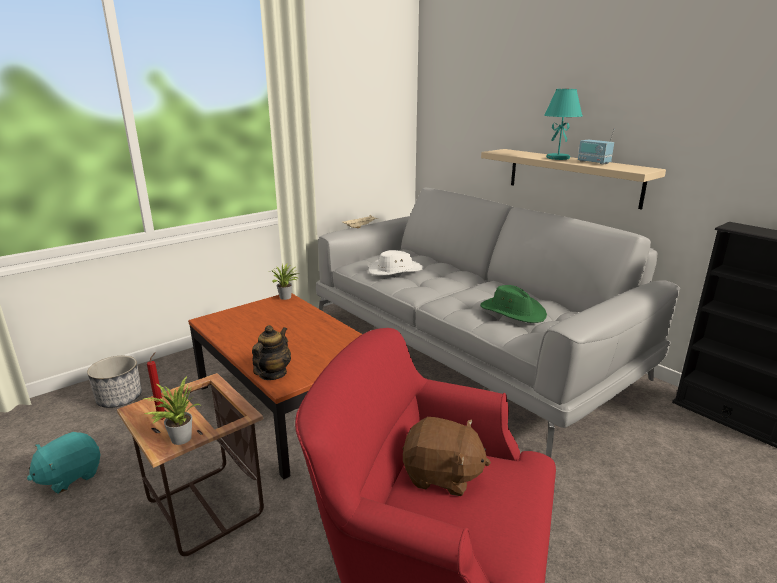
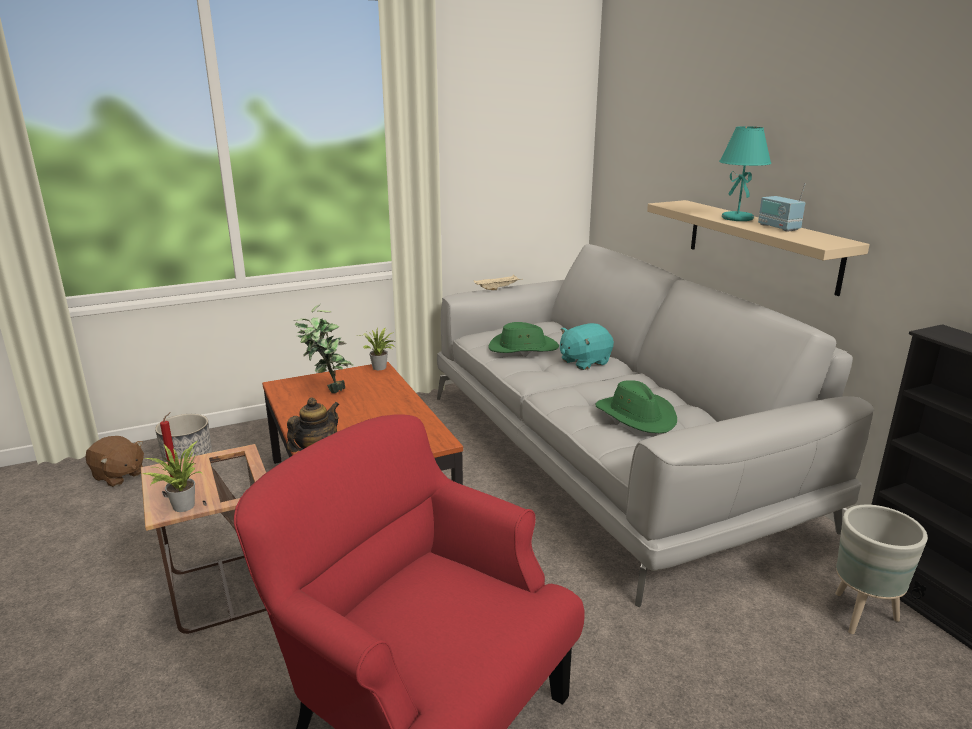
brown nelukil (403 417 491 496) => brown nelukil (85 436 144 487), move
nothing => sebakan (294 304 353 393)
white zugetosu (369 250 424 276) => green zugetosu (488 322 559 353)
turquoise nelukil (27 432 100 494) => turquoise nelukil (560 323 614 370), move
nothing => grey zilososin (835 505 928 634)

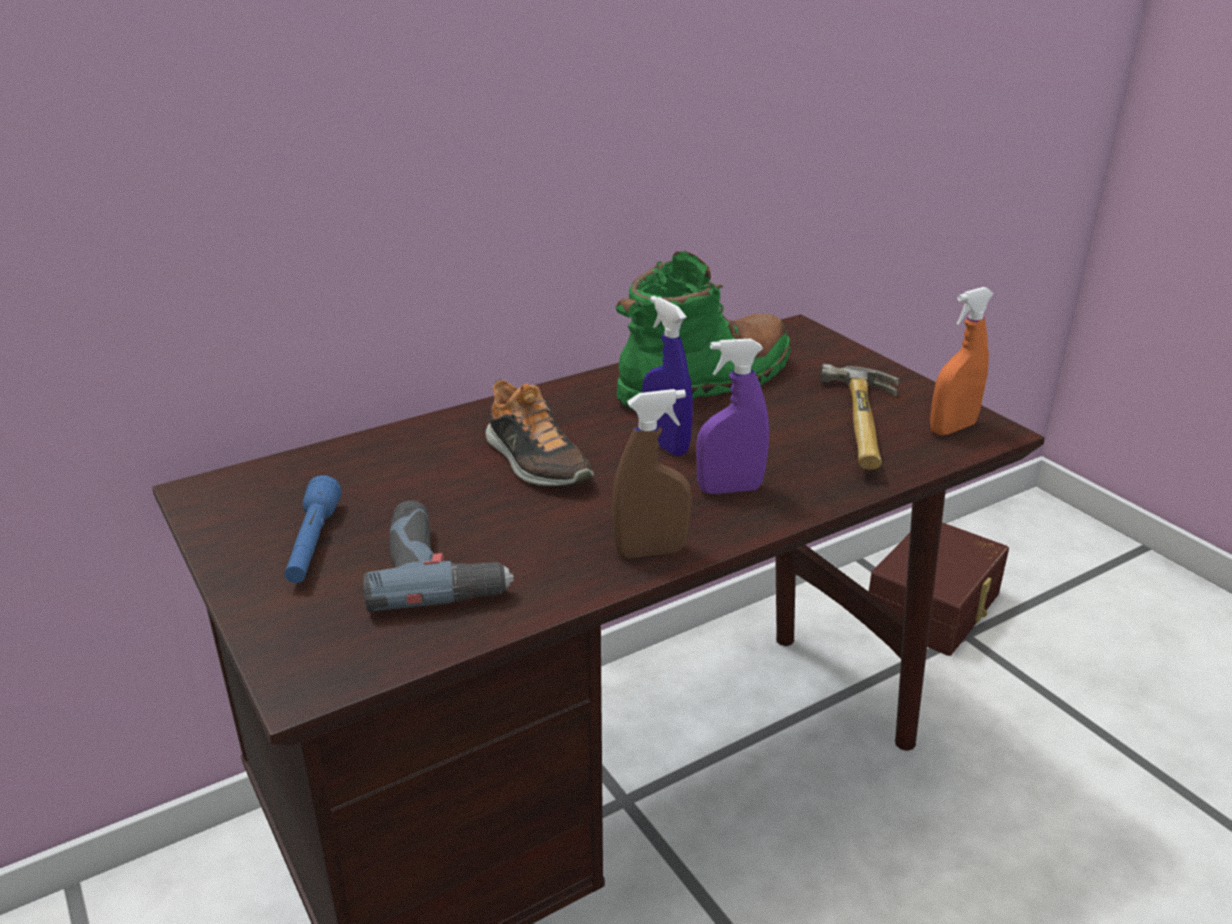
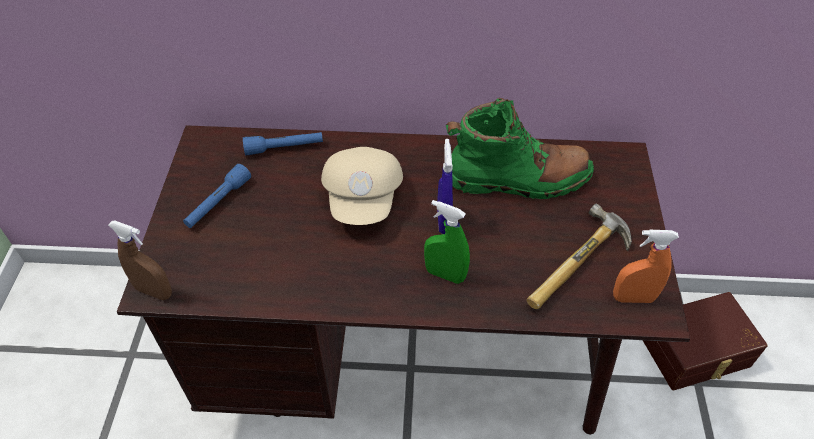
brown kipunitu (612 389 692 559) => brown kipunitu (108 221 172 300), move
nothing => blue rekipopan (243 132 323 155)
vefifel (485 379 594 486) => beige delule (321 147 403 225)
purple kipunitu (696 339 769 494) => green kipunitu (424 200 470 284)
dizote (363 501 514 612) => nothing

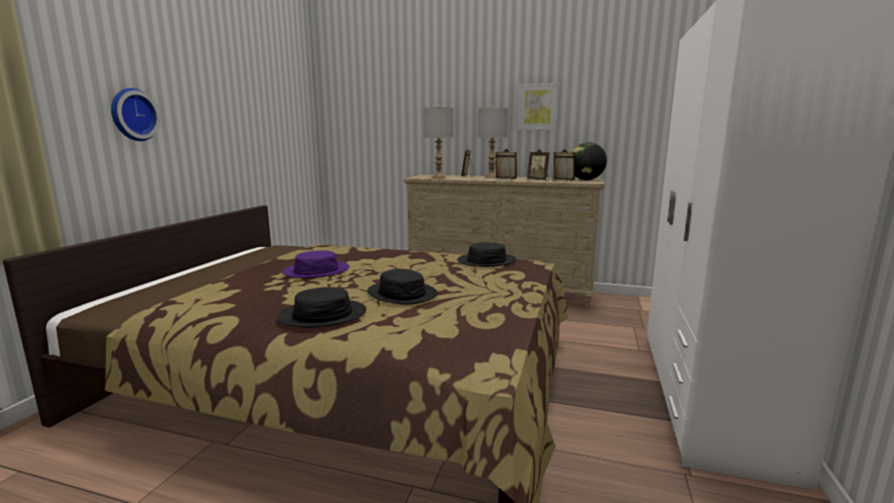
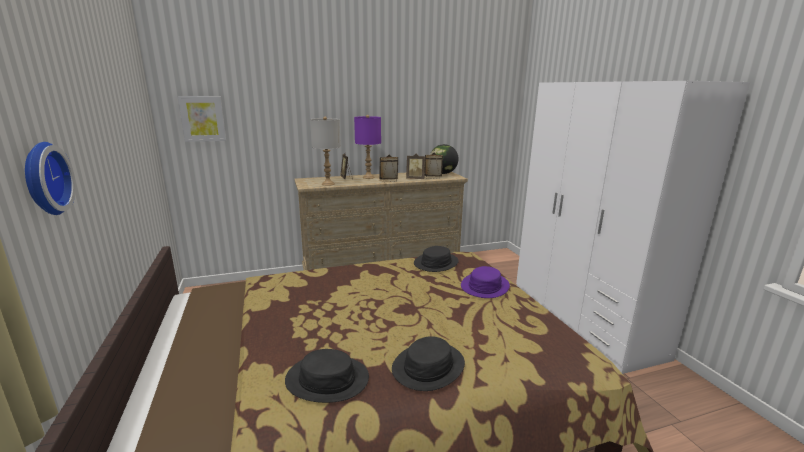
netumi (517 83 559 130) => netumi (178 96 226 142), move
black zugetosu (367 269 438 305) => black zugetosu (285 349 369 403), move
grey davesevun (478 106 508 178) => purple davesevun (354 115 381 179)
purple zugetosu (282 250 350 278) => purple zugetosu (461 266 510 298), move

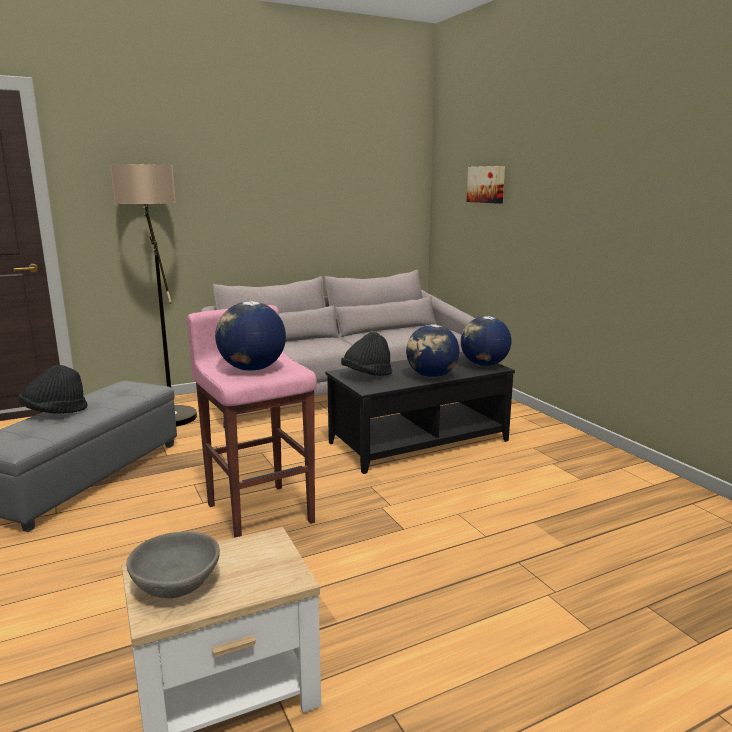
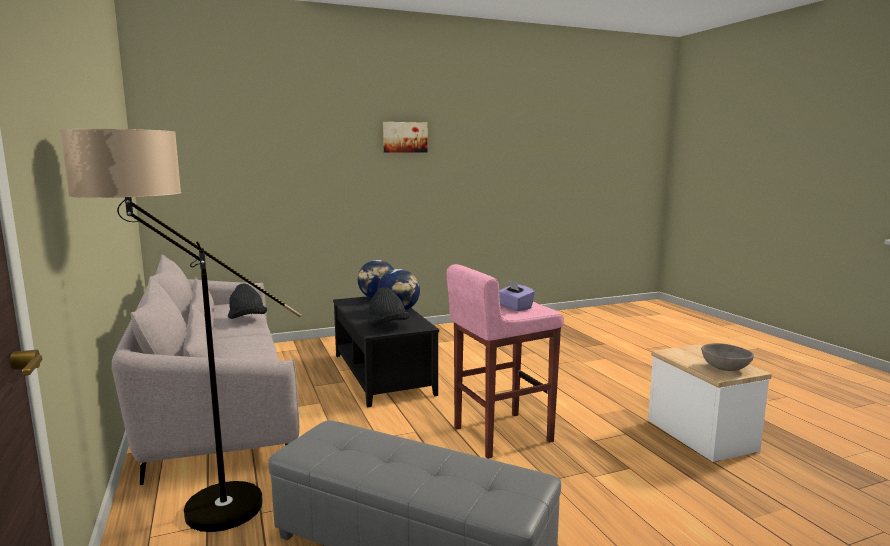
black zugetosu (18 365 88 414) => black zugetosu (228 283 267 319), move
netumi (467 166 505 204) => netumi (383 122 428 153), move
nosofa (215 301 286 371) => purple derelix (499 279 535 311)

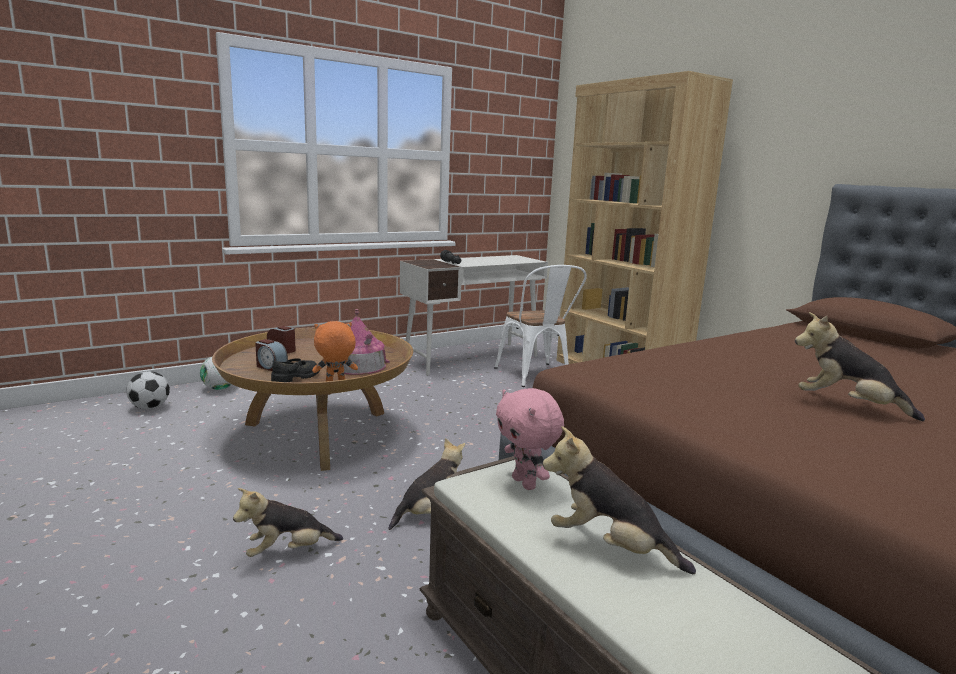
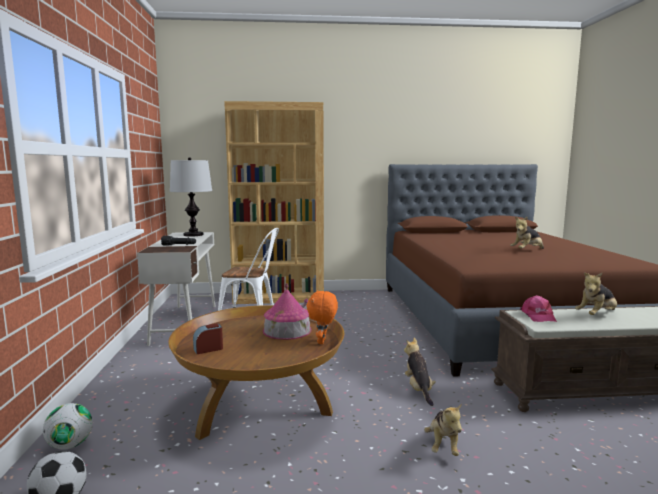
nothing => davesevun (170 157 212 237)
pink nelukil (496 388 564 490) => pink delule (520 295 557 322)
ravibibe (255 339 288 371) => nothing
black vefifel (271 358 320 382) => nothing

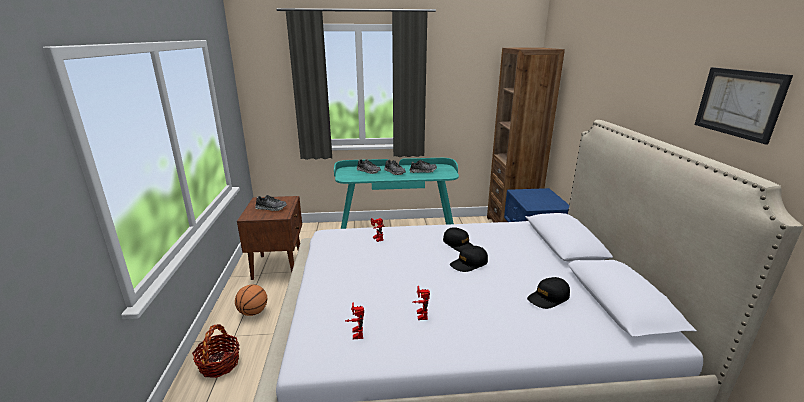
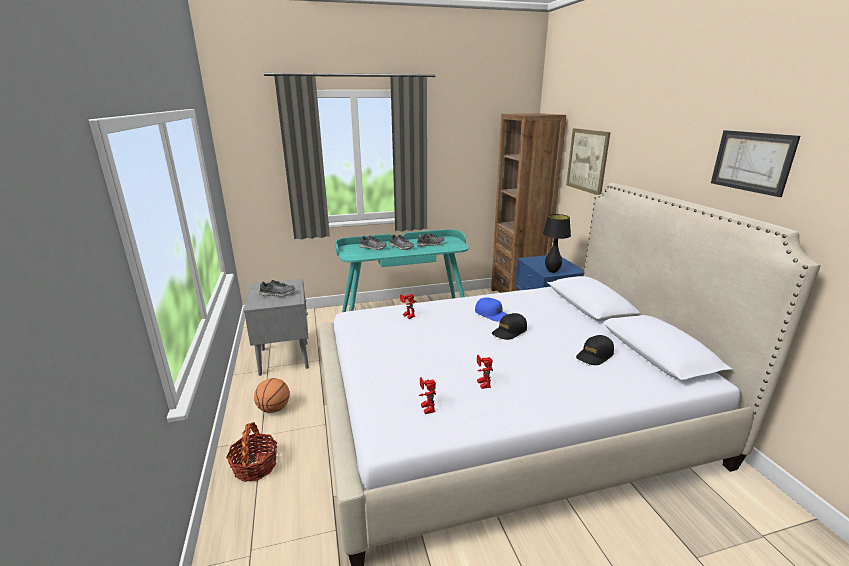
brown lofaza (237 196 302 280) => grey lofaza (244 279 309 376)
black delule (443 227 474 252) => blue delule (475 297 508 322)
nothing => black davesevun (543 214 571 273)
nothing => netumi (566 128 611 195)

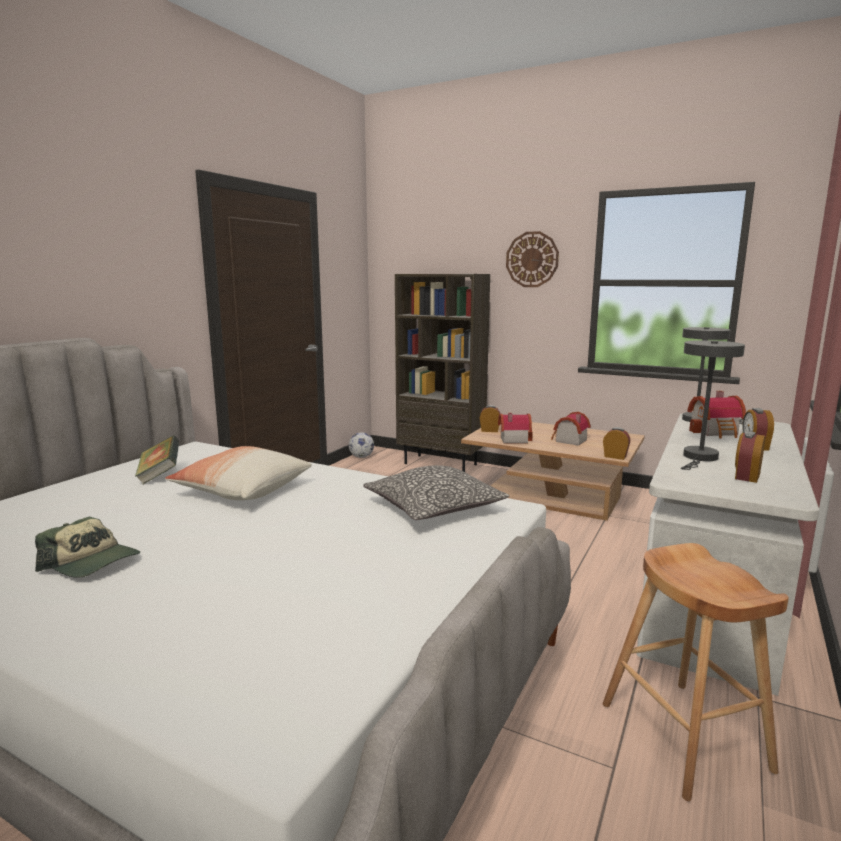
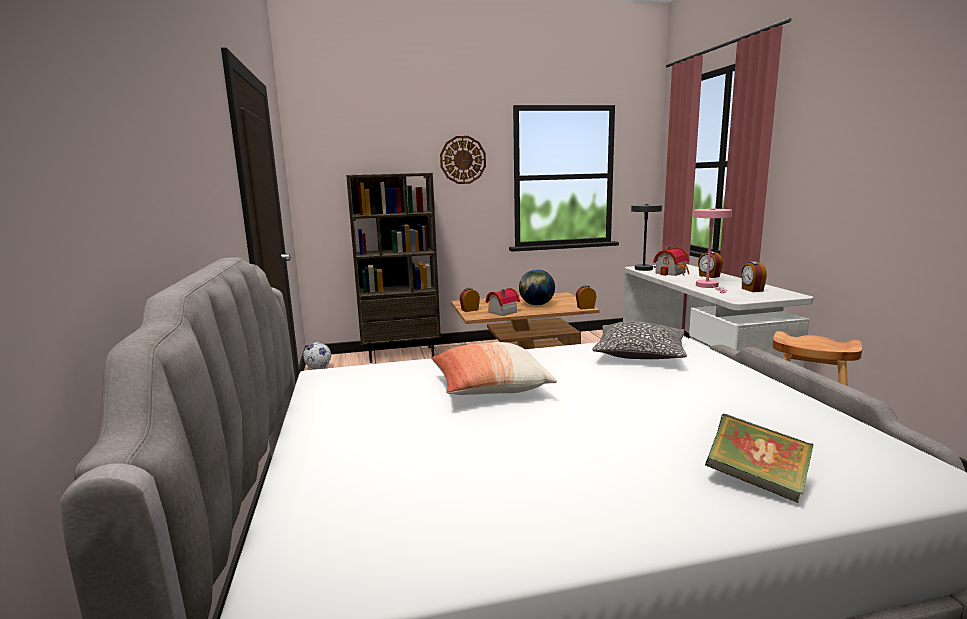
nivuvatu (551 412 591 446) => nosofa (519 270 555 305)
grey davesevun (681 340 745 470) => pink davesevun (693 208 732 293)
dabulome (135 436 179 484) => dabulome (705 414 814 503), move
delule (35 516 140 578) => nothing

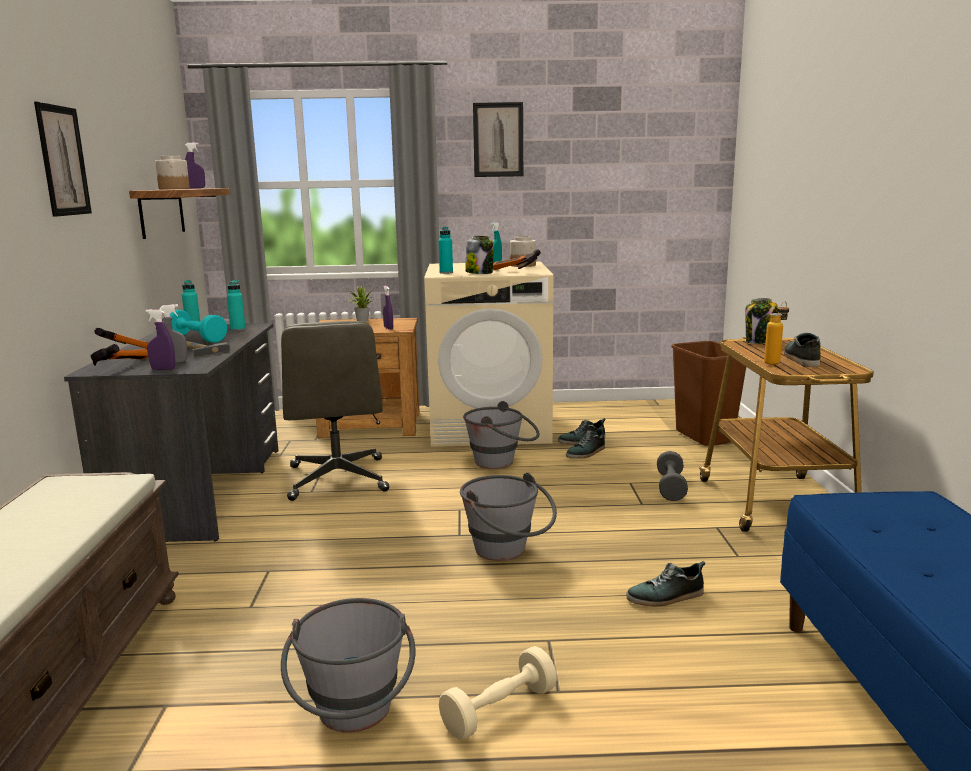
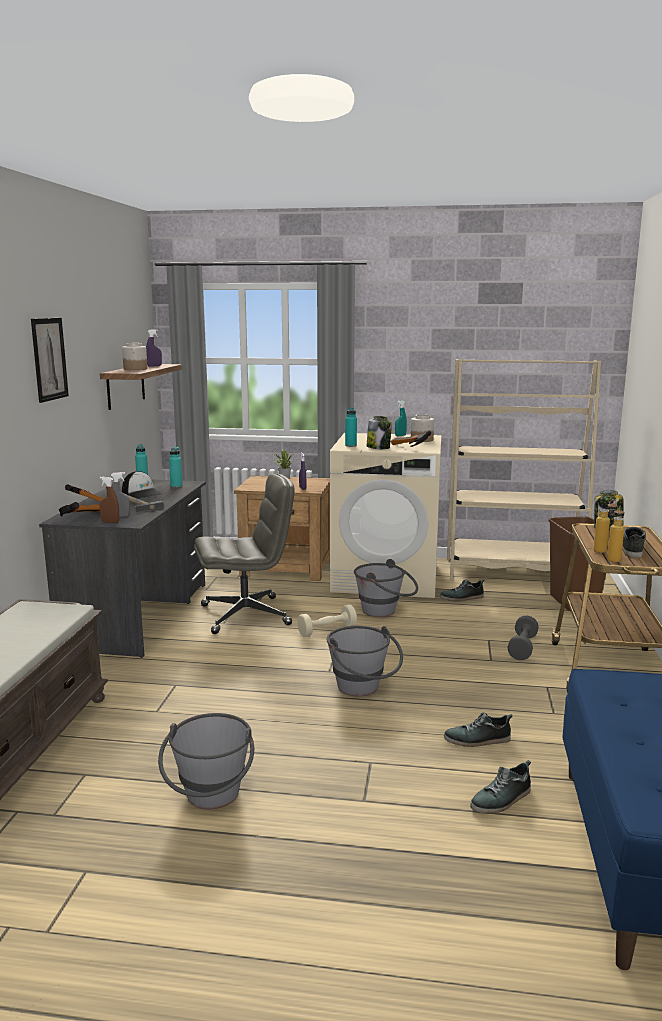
purple kipunitu (145 309 175 370) => brown kipunitu (100 477 119 523)
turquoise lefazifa (170 310 227 343) => delule (122 471 163 499)
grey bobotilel (281 321 389 501) => grey bobotilel (194 474 295 634), 105 degrees counterclockwise
beige lefazifa (439 646 557 740) => beige lefazifa (297 604 357 637), move
nothing => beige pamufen (447 359 601 580)
vefifel (566 427 605 459) => vefifel (470 760 531 813), move
nothing => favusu (607 507 624 562)
netumi (473 102 523 177) => nothing

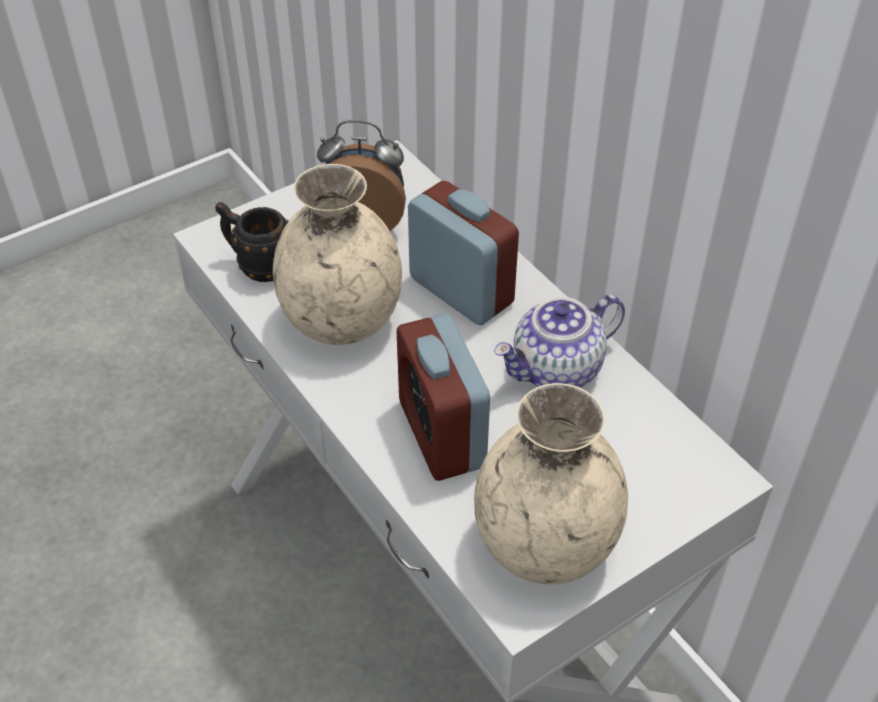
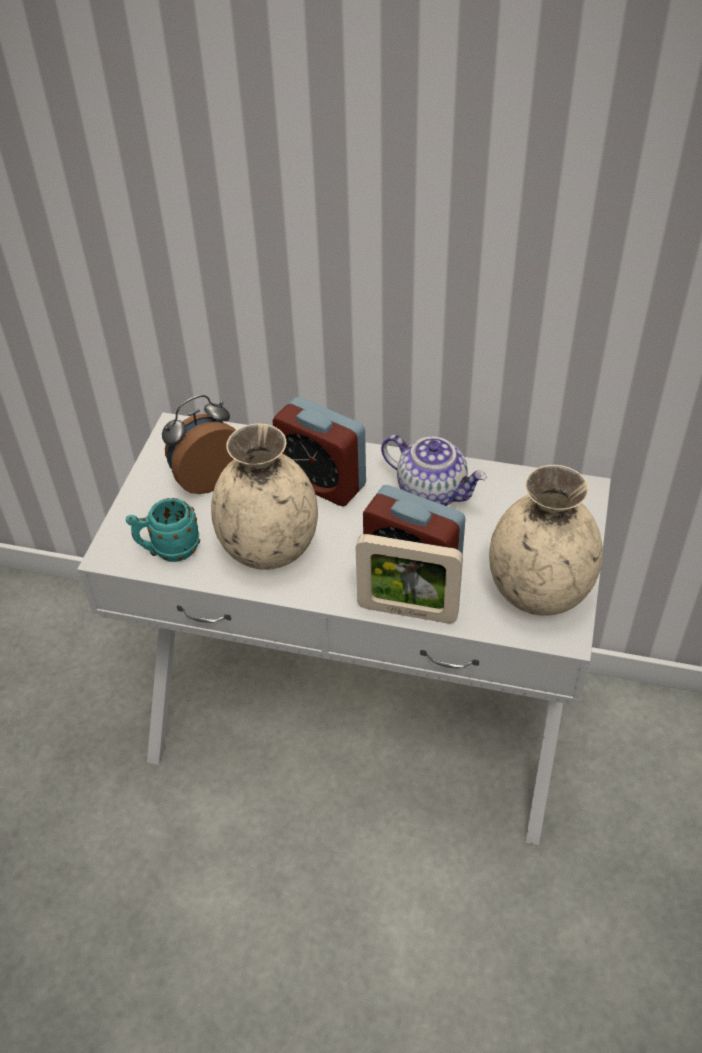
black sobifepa (215 202 289 282) => turquoise sobifepa (126 498 200 562)
ravibibe (408 181 519 325) => ravibibe (273 397 366 506), 150 degrees counterclockwise
nothing => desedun (356 534 463 623)
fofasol (494 294 625 388) => fofasol (381 435 487 506), 75 degrees counterclockwise

